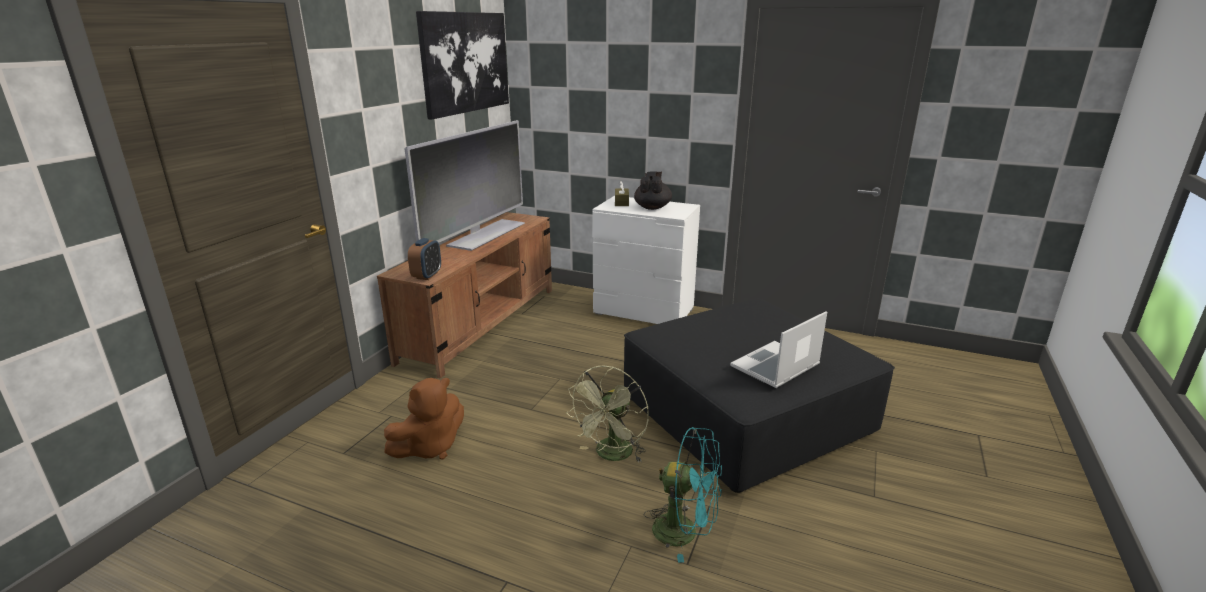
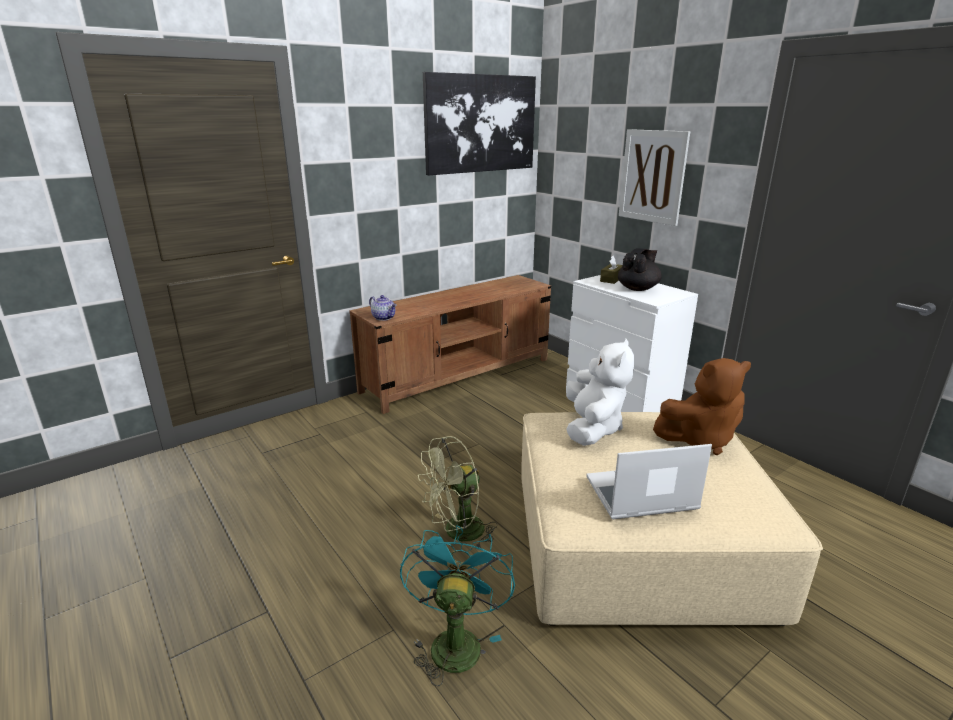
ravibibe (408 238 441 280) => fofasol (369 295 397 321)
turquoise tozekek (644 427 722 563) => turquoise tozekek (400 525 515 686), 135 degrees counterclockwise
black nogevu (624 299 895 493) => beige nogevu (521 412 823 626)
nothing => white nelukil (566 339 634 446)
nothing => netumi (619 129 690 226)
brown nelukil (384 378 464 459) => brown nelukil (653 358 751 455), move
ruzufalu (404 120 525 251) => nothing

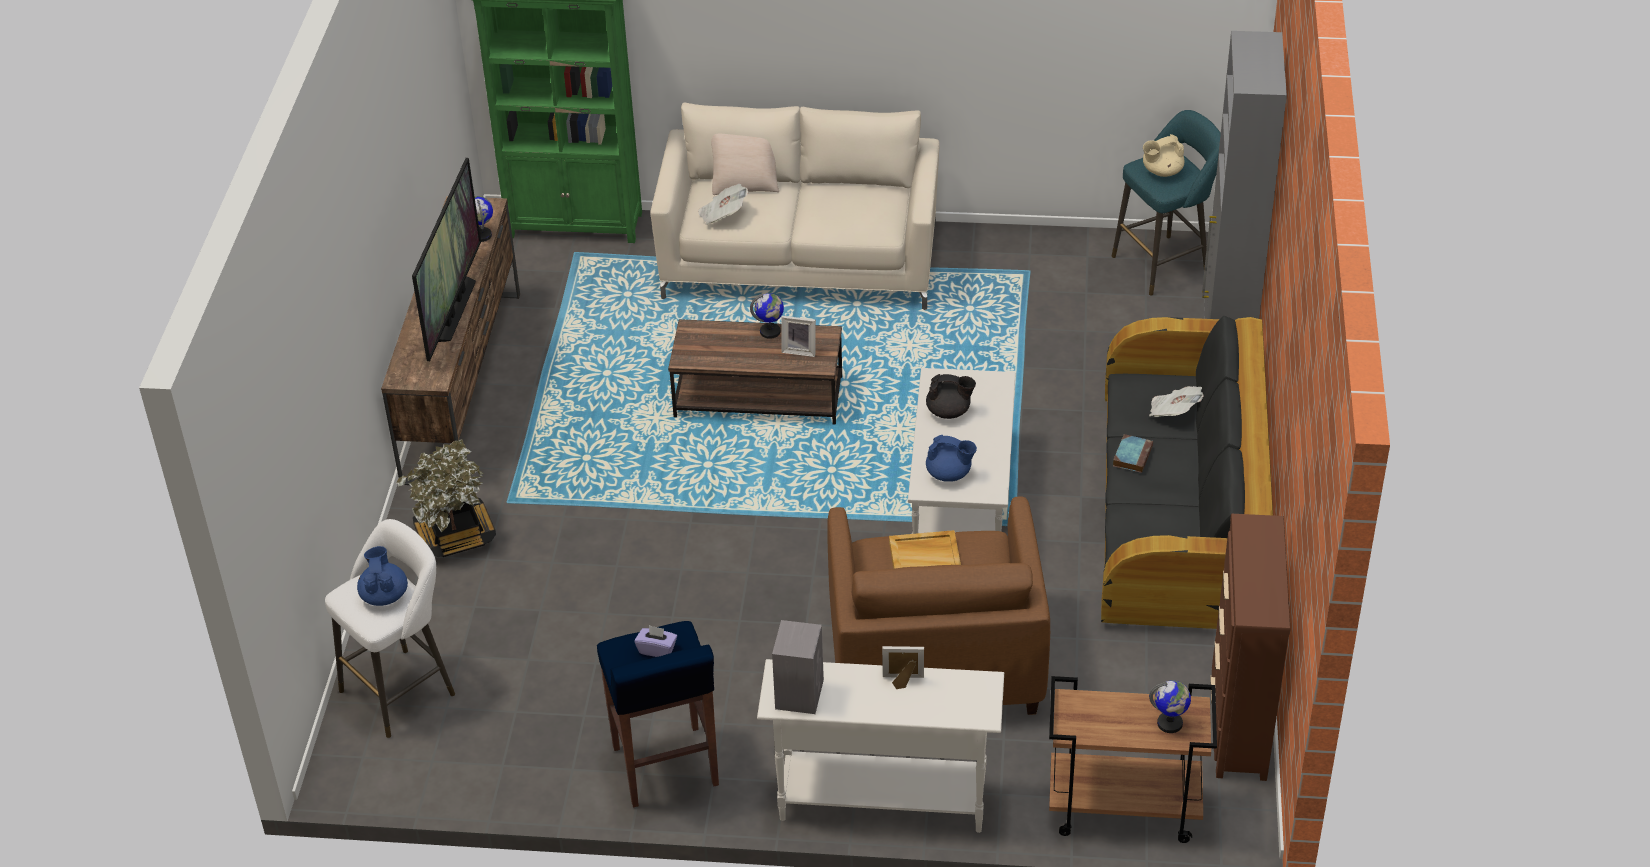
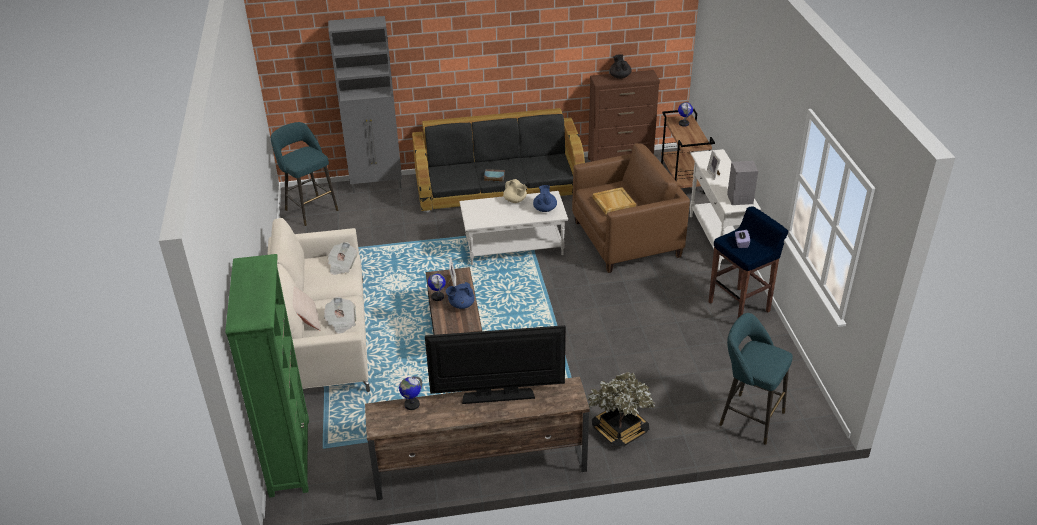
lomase (1149 386 1204 417) => lomase (328 242 357 275), move
blue fofasol (357 546 408 606) => blue fofasol (446 282 475 309), move
beige fofasol (1143 134 1185 177) => beige fofasol (503 179 527 203), move
black fofasol (926 374 976 419) => black fofasol (609 54 632 79), move
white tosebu (325 519 455 738) => turquoise tosebu (719 313 793 445)

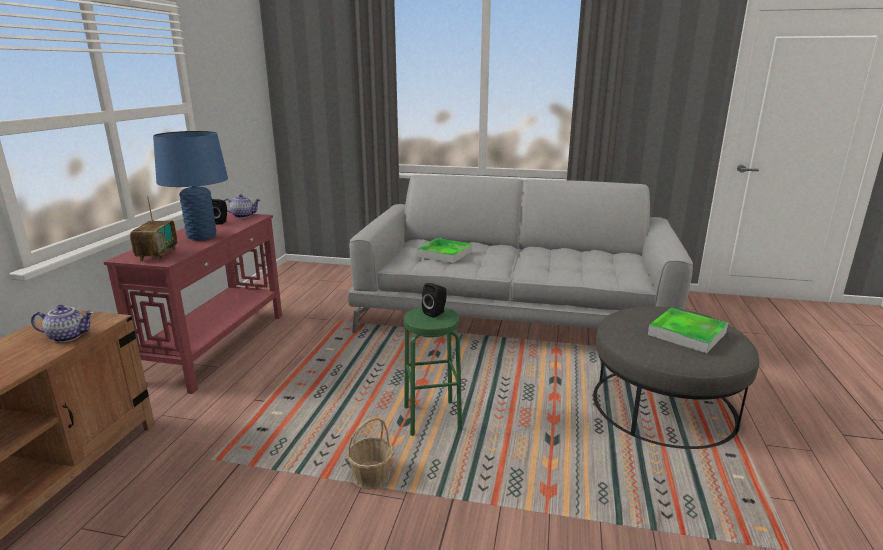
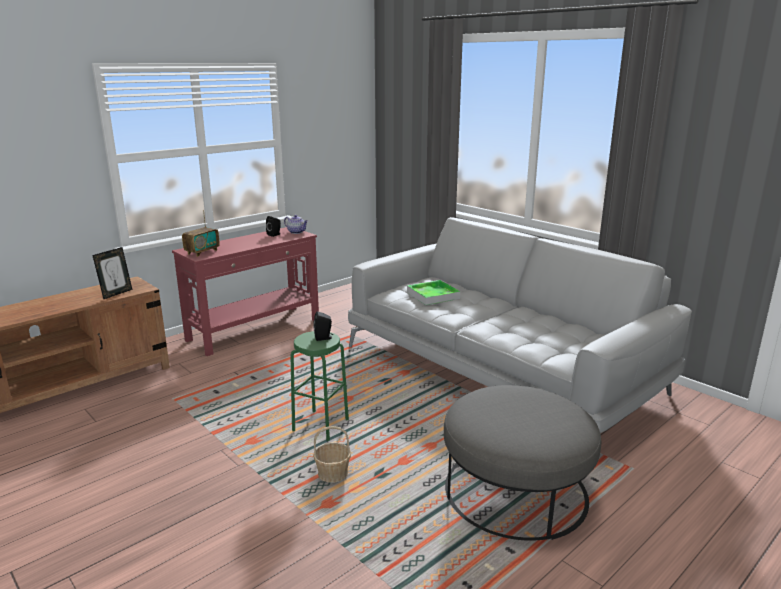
fofasol (31 305 94 342) => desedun (92 247 132 299)
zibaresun (347 417 394 490) => zibaresun (313 426 351 483), move
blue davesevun (153 131 228 241) => nothing
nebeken (648 307 728 353) => nothing

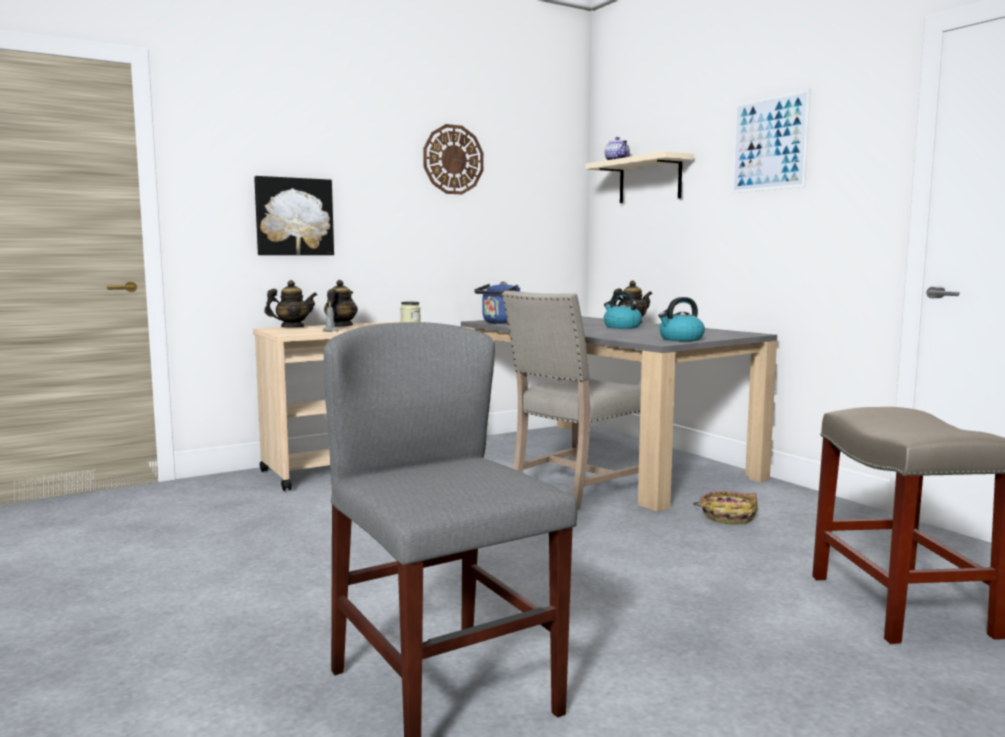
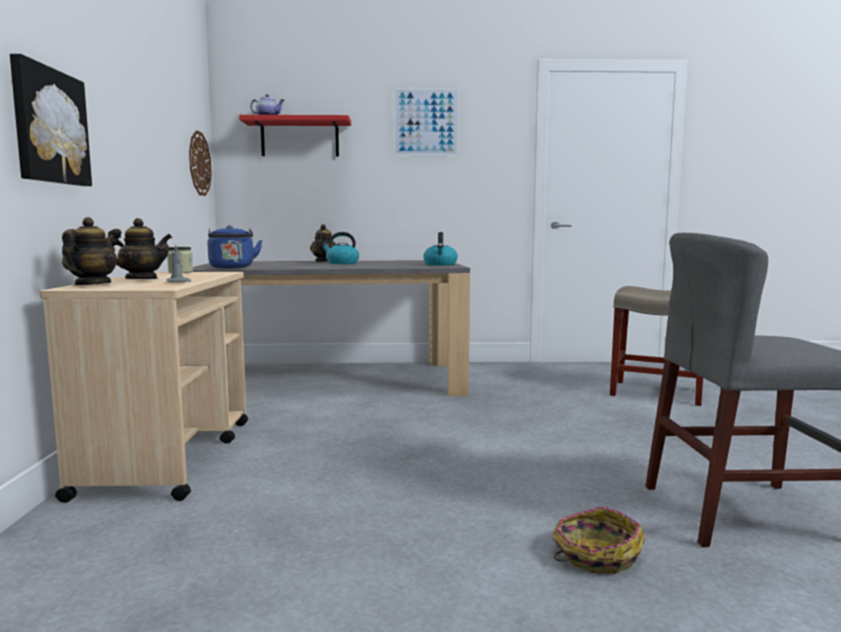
fofasol (324 280 358 327) => fofasol (108 218 172 279), 135 degrees clockwise
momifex (423 124 484 194) => momifex (189 130 212 196), move
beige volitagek (585 151 694 203) => red volitagek (239 115 351 156)
zibaresun (693 491 758 524) => zibaresun (552 506 645 574), move
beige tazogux (502 290 641 510) => nothing

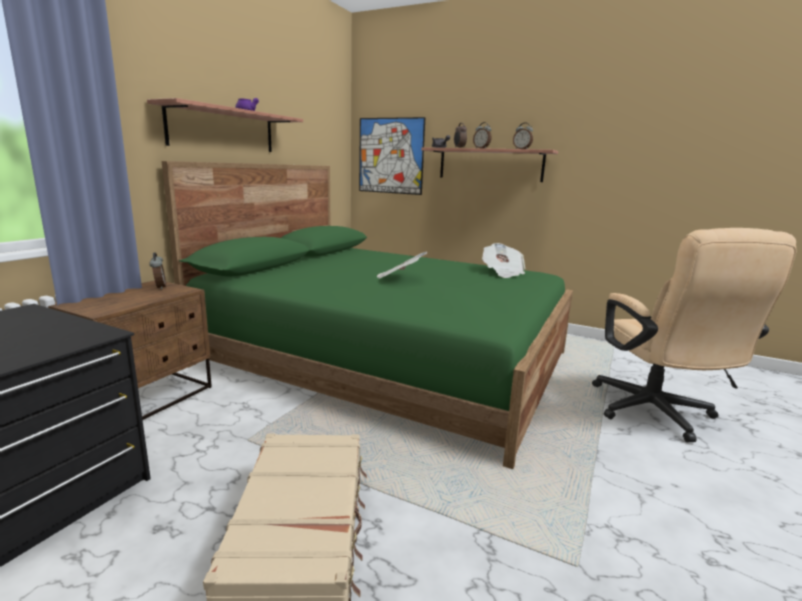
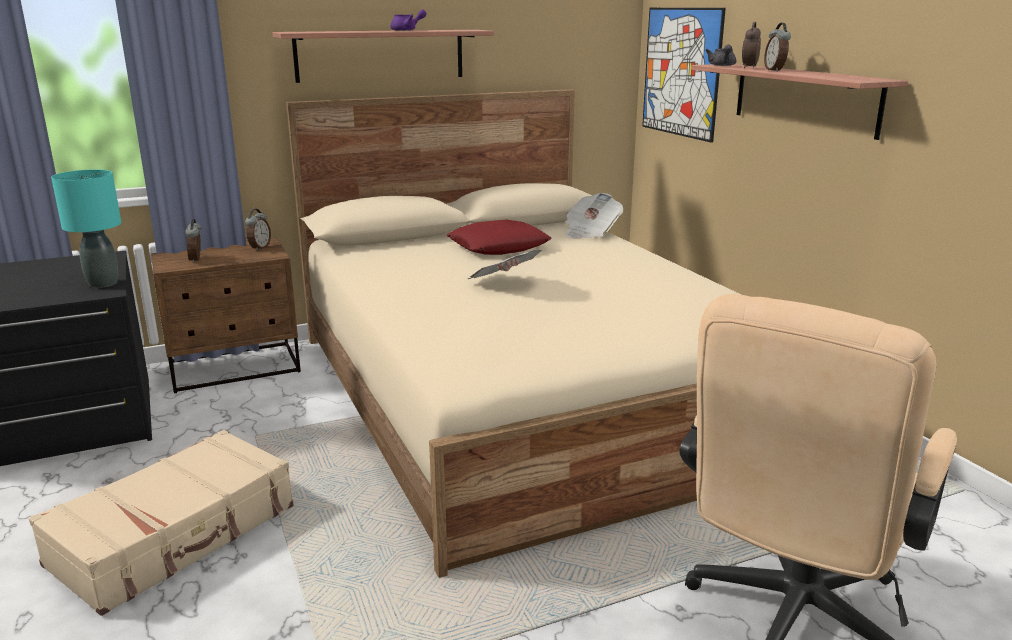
nothing => turquoise davesevun (51 169 121 288)
ravibibe (513 123 533 149) => ravibibe (185 219 202 263), move
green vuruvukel (162 161 573 469) => beige vuruvukel (286 89 741 578)
nothing => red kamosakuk (447 220 552 255)
lomase (482 243 525 278) => lomase (564 193 624 239), move

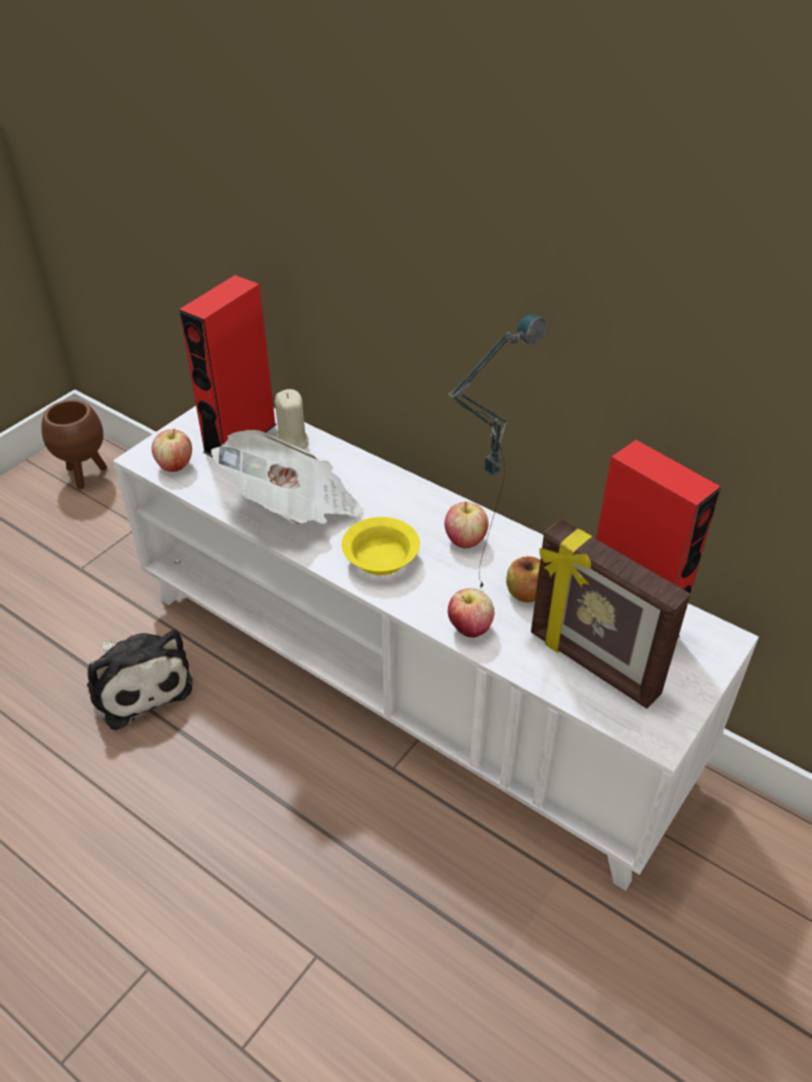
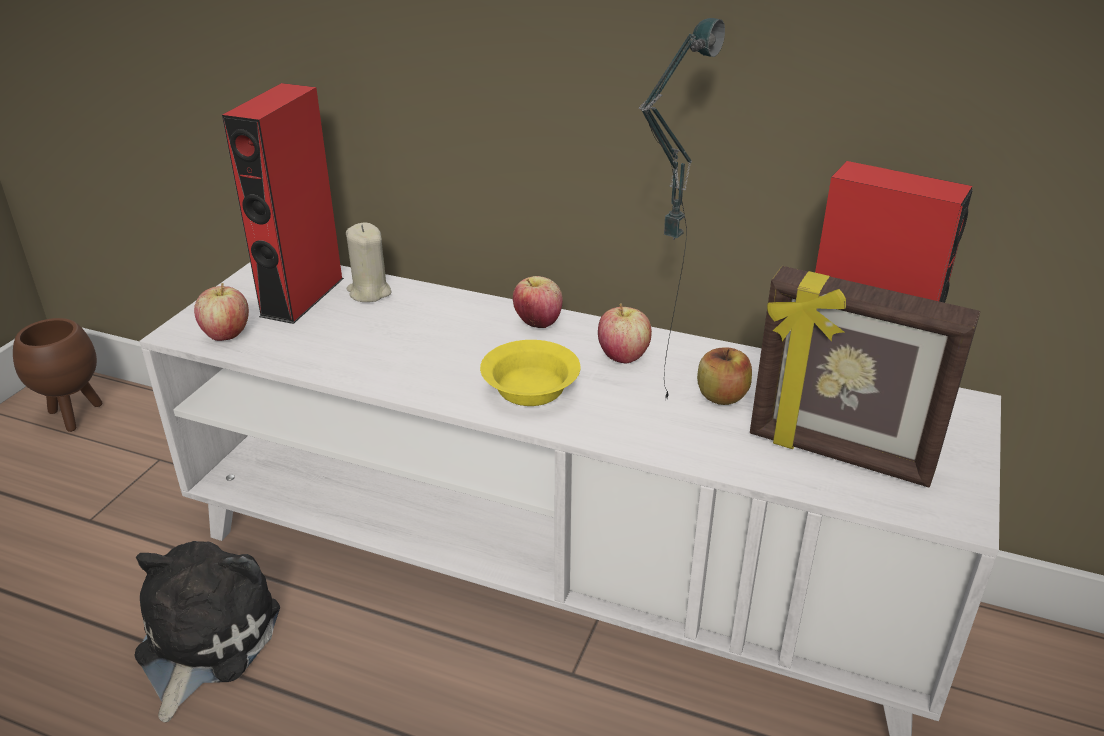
nelukil (87 630 193 730) => nelukil (135 541 280 722), 120 degrees counterclockwise
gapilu (448 588 494 638) => gapilu (513 276 563 328), move
lomase (211 430 364 524) => nothing

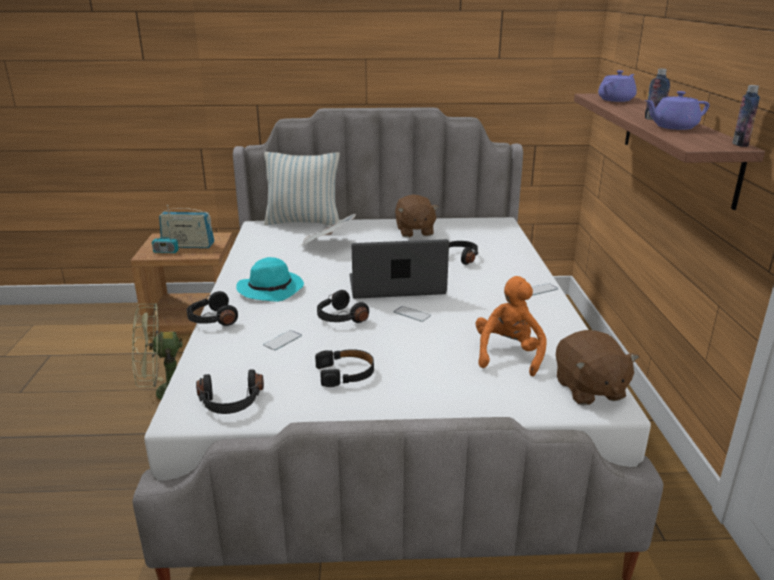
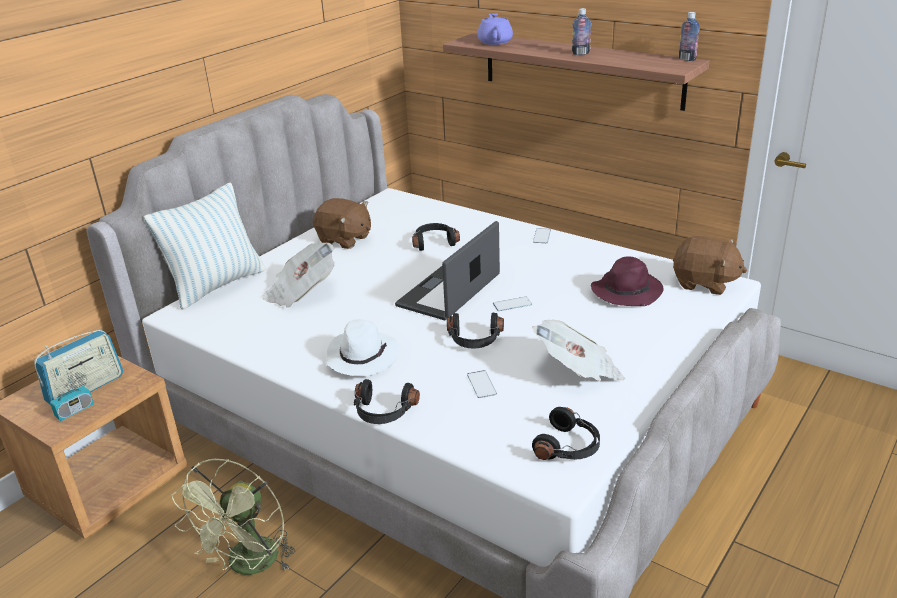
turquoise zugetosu (236 257 304 302) => white zugetosu (326 319 399 376)
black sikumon (315 349 374 387) => lomase (532 320 625 381)
orange nelukil (476 276 547 376) => purple zugetosu (591 256 664 306)
purple fofasol (645 91 709 130) => nothing

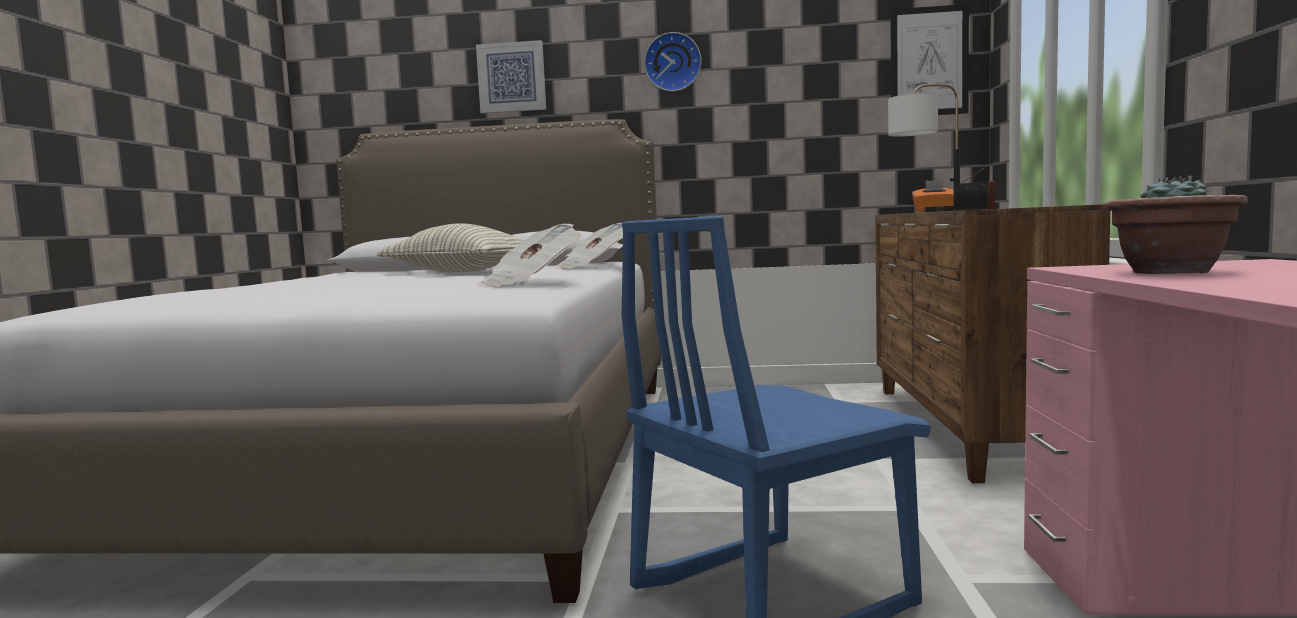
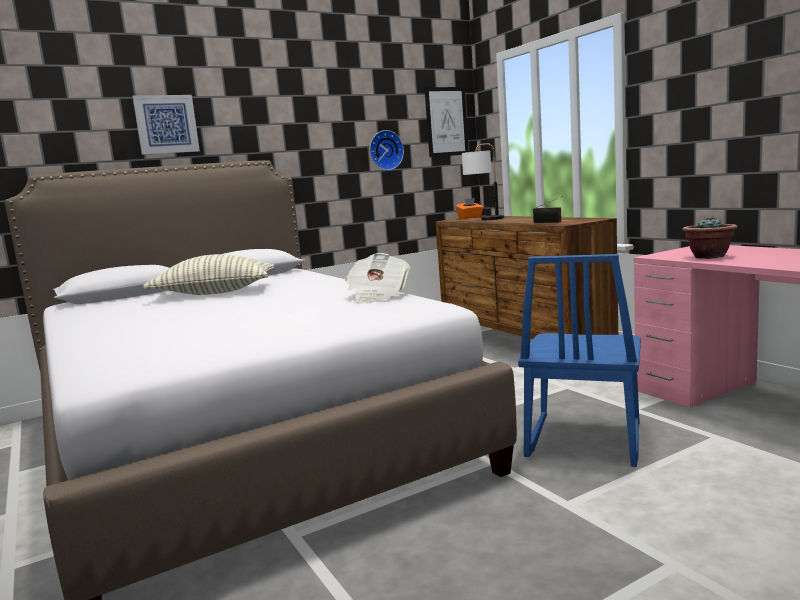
momifex (644 32 702 91) => momifex (370 130 404 170), move
lomase (555 223 623 269) => nothing

